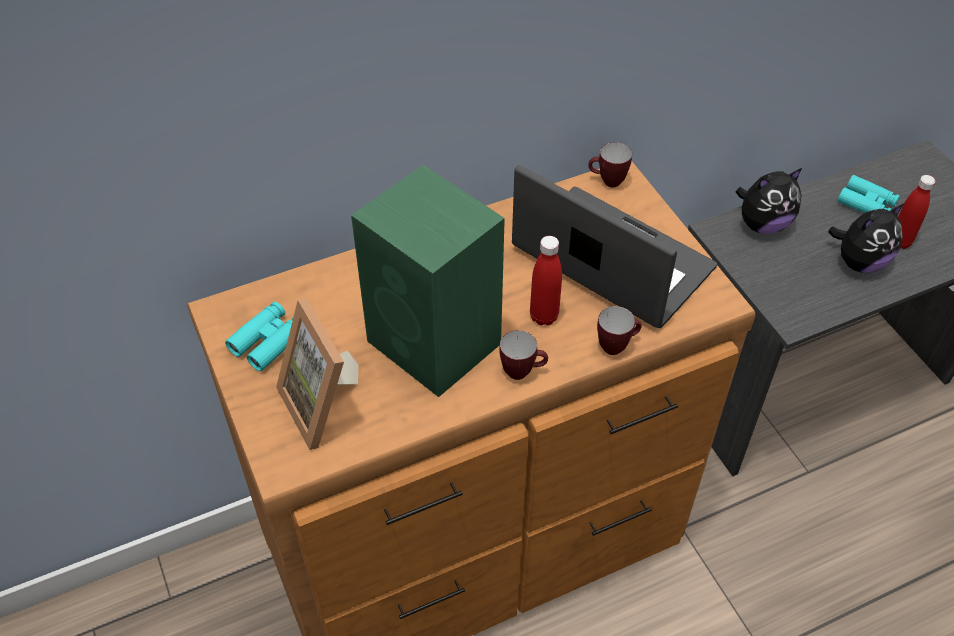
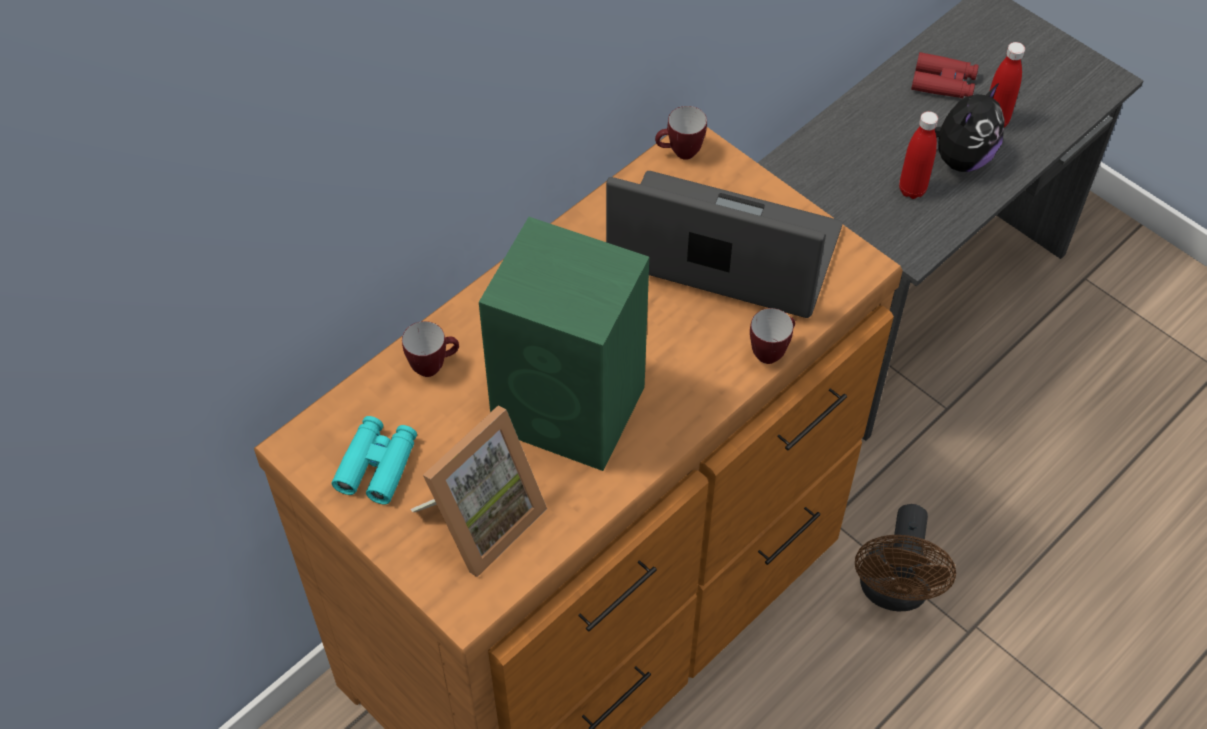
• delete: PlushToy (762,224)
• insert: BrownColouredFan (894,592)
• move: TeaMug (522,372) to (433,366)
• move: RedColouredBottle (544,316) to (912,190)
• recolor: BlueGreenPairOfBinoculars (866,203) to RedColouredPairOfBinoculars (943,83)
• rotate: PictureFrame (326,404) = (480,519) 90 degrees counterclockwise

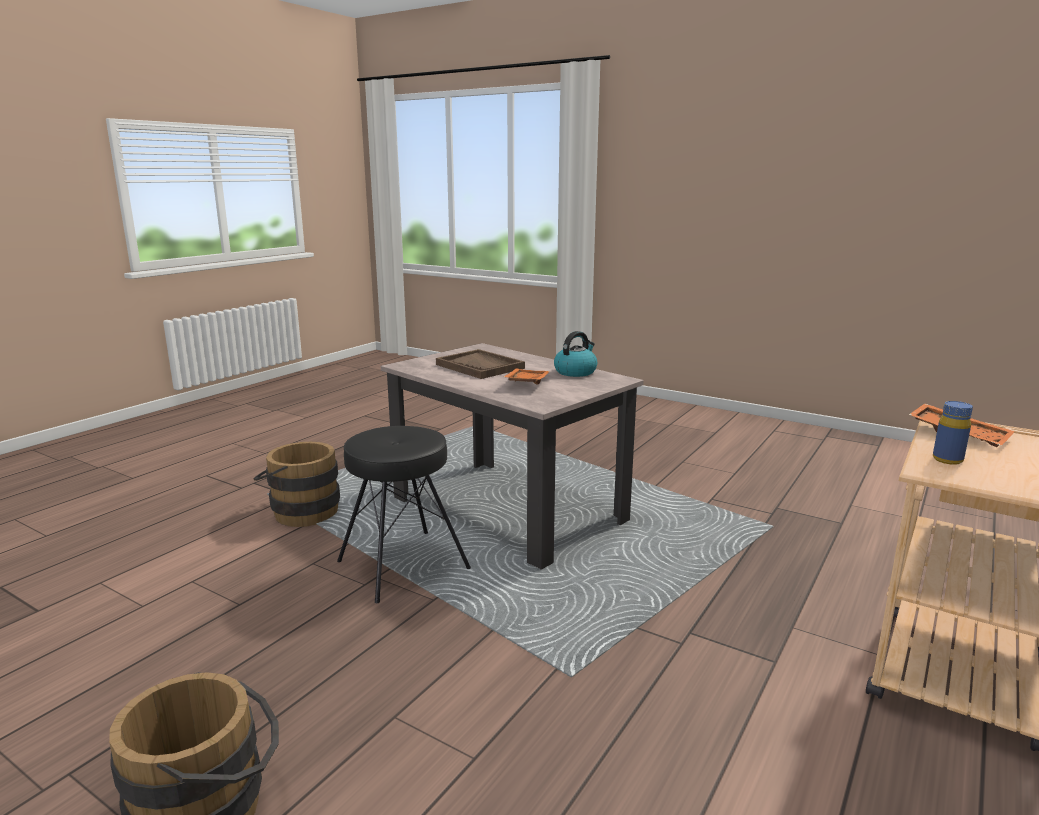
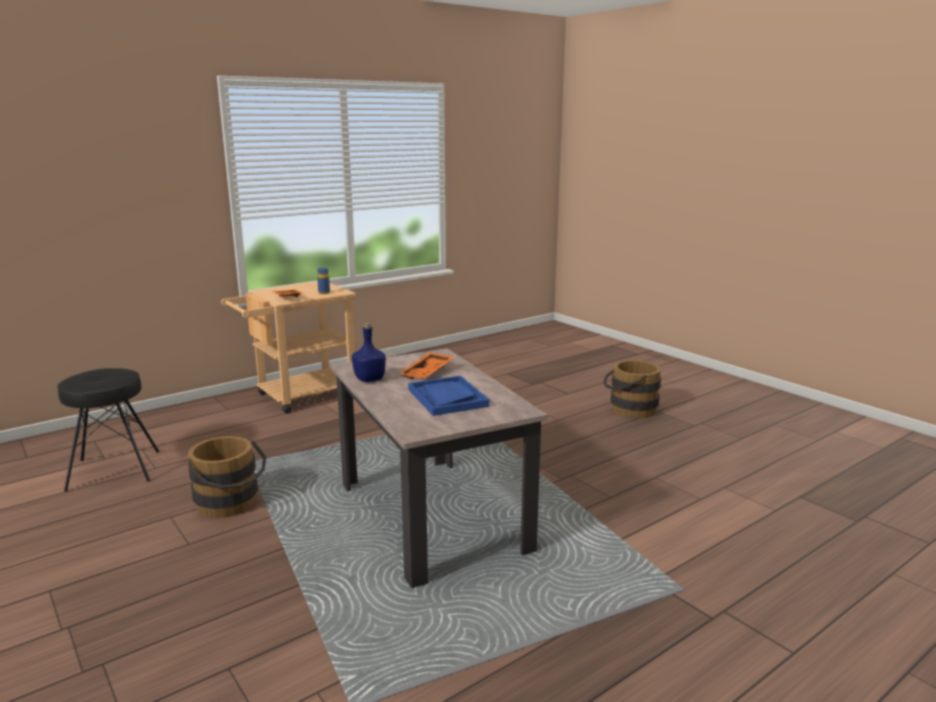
• move: BrownColouredBucket (300,511) to (230,504)
• move: BlackStoolSeat (402,564) to (114,470)
• replace: Kettle (575,372) to BluishBottle (370,379)
• recolor: BrownColouredCarryingTray (480,366) to BluishCarryingTray (447,397)

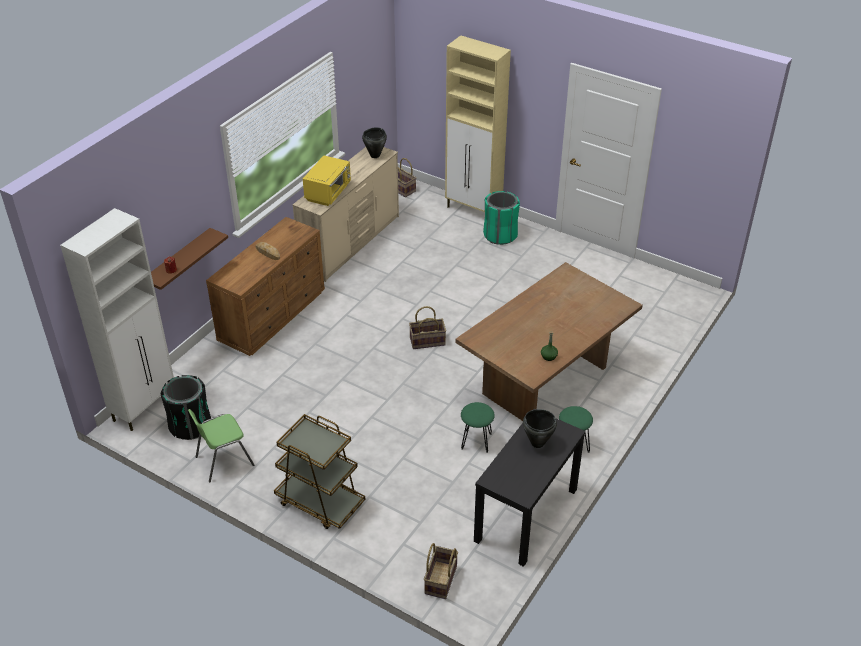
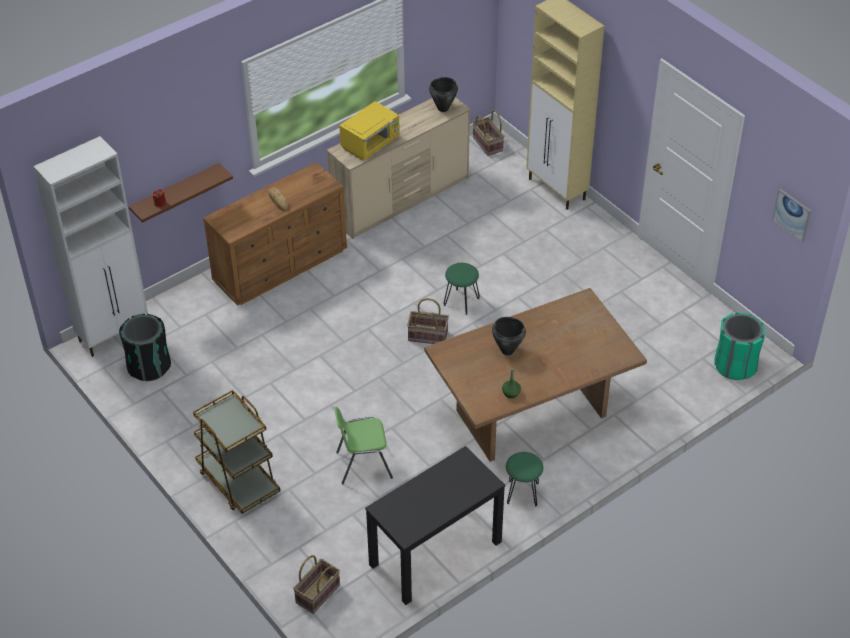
• insert: Picture (792,214)
• move: GreenishUprightChair (223,461) to (363,464)
• move: GreenishStoolSeat (476,441) to (461,301)
• move: GreenishTrashCan (500,235) to (735,365)
• move: BlackStockpot (537,443) to (507,350)

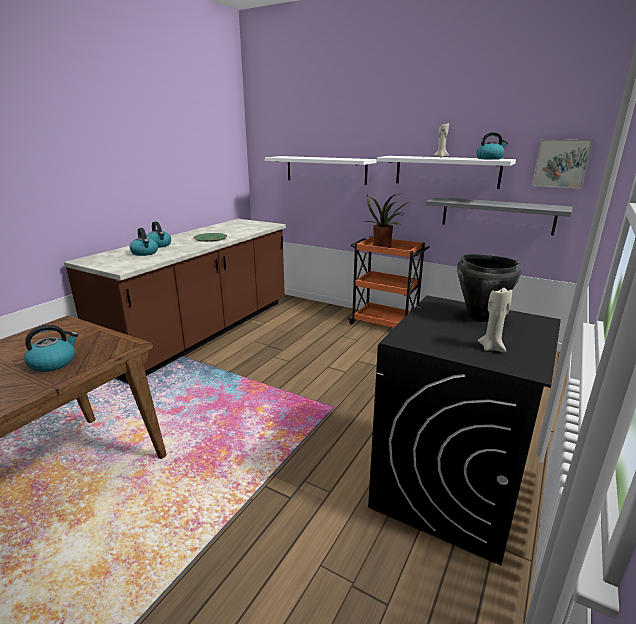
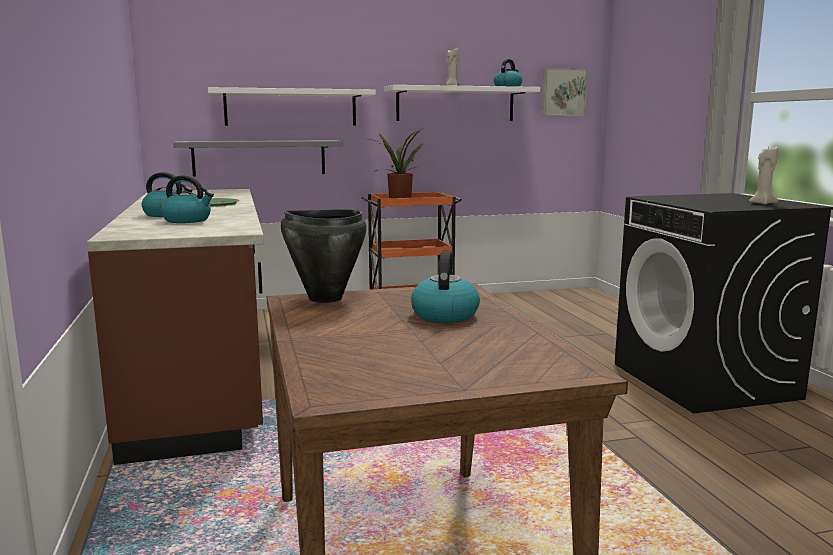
• move: GreyishShelf (497,215) to (259,158)
• move: BlackStockpot (479,317) to (324,298)

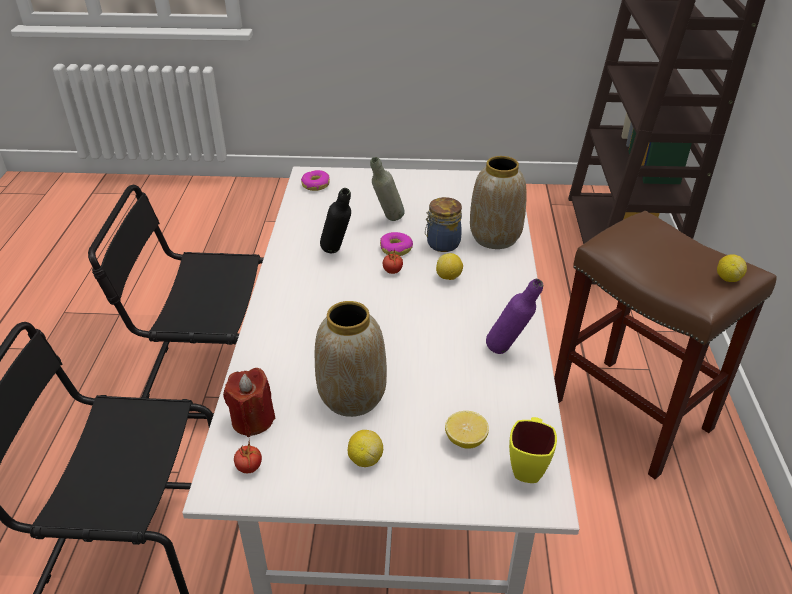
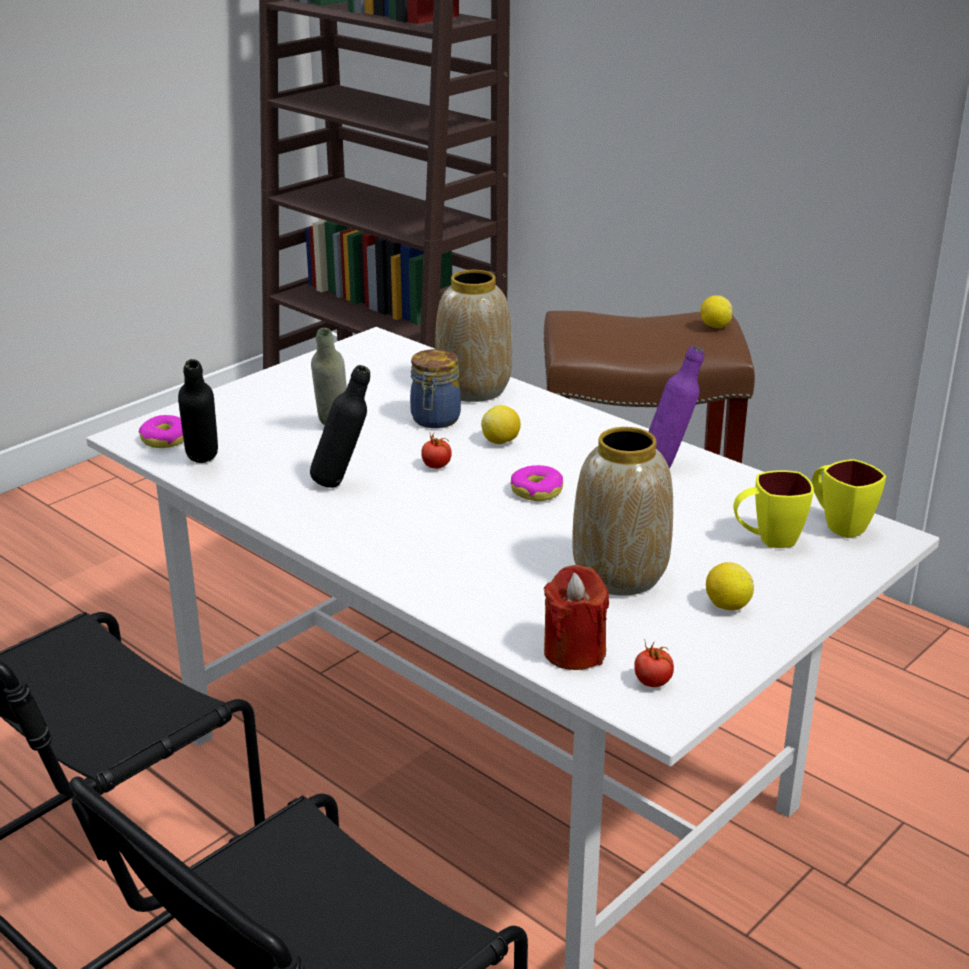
• insert: BlackBottle (203,465)
• move: Donut (396,249) to (537,491)
• replace: Lemon (465,440) to YellowColouredTeaMug (767,540)

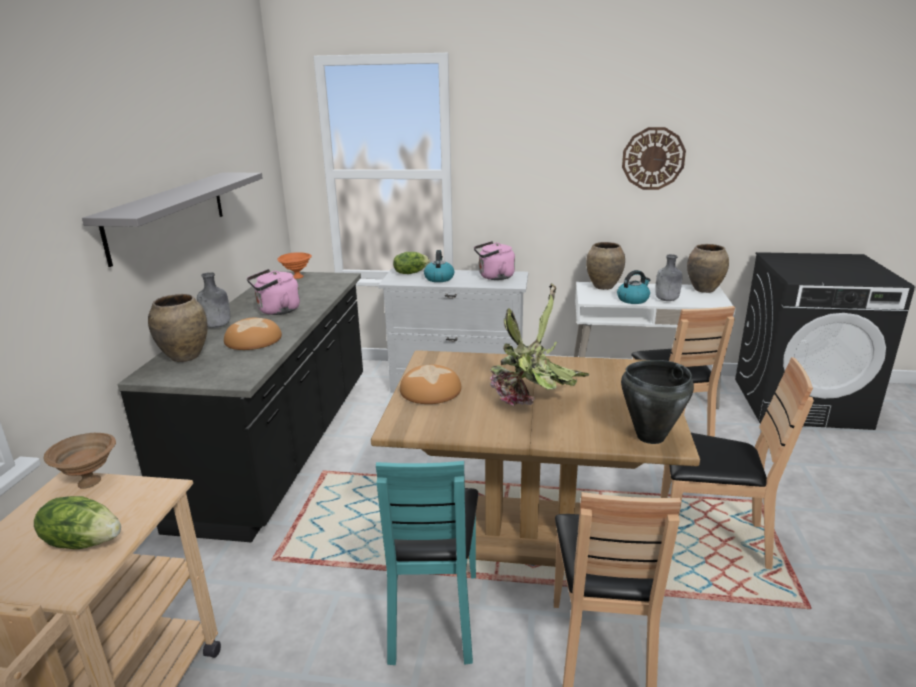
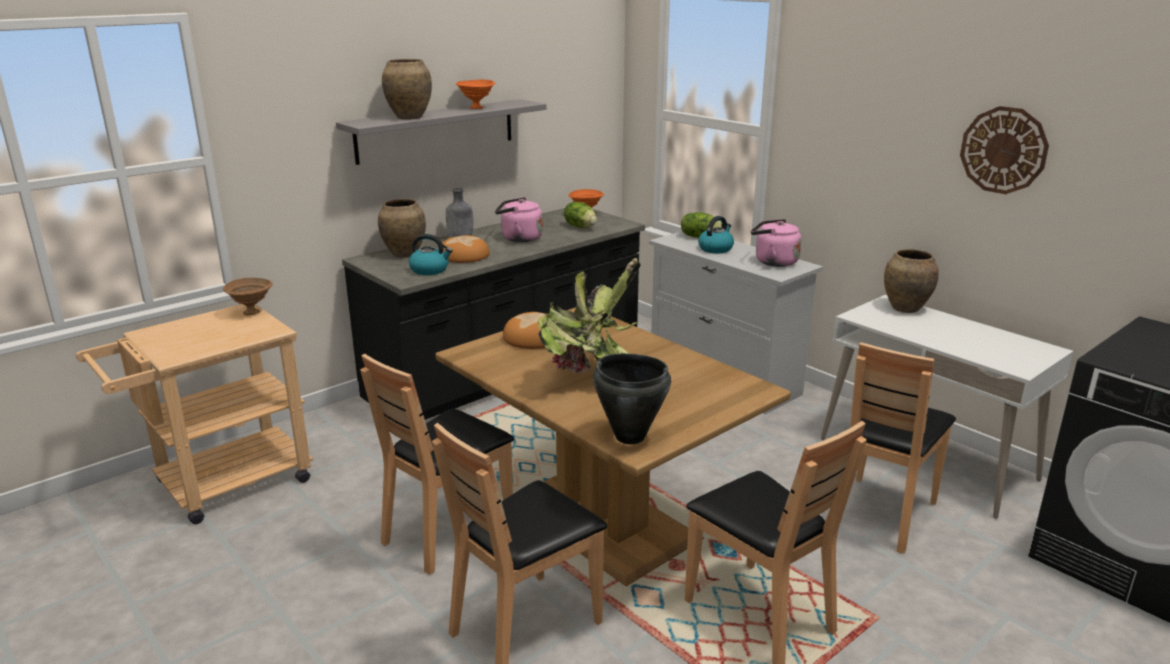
• delete: GreyishBottle (666,300)
• insert: OrangeyDeepDish (477,108)
• move: Lettuce (83,541) to (581,227)
• move: Kettle (633,299) to (430,270)
• move: BrownColouredDecorativeVase (704,290) to (409,117)
• recolor: BlueGreenUprightChair (432,614) to BrownColouredUprightChair (448,532)

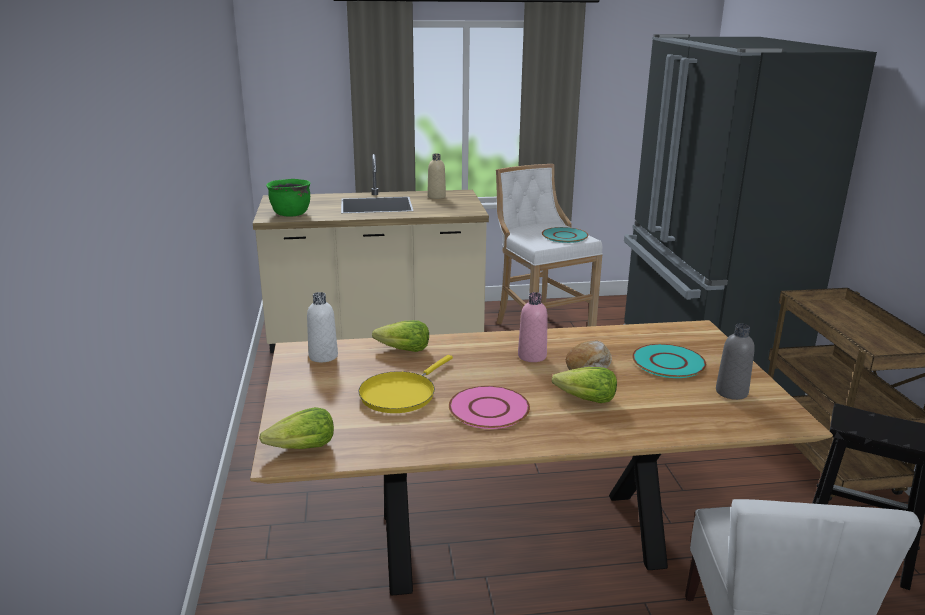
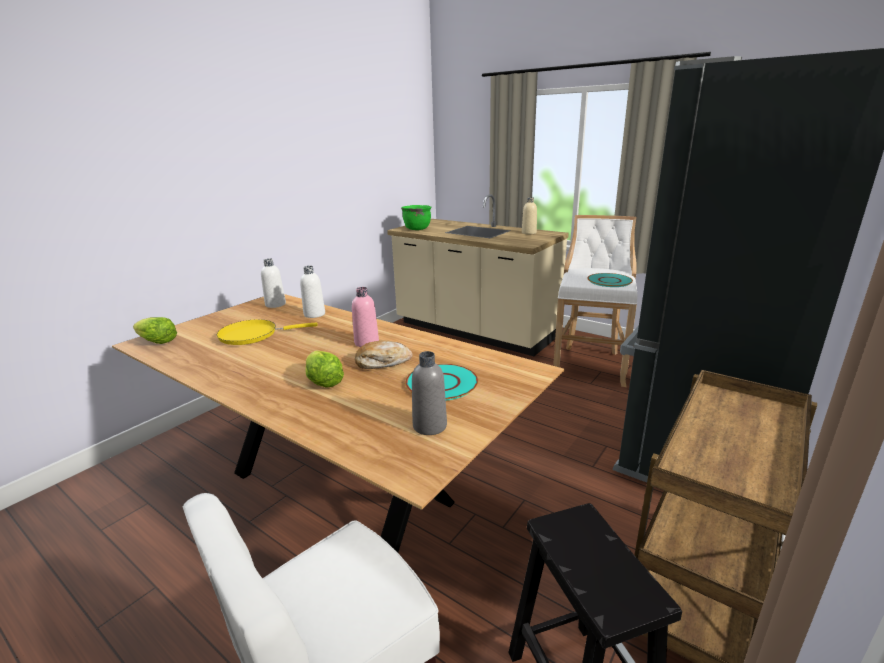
• delete: PinkDinnerPlate (488,408)
• replace: Lettuce (403,350) to WhiteColouredBottle (314,314)

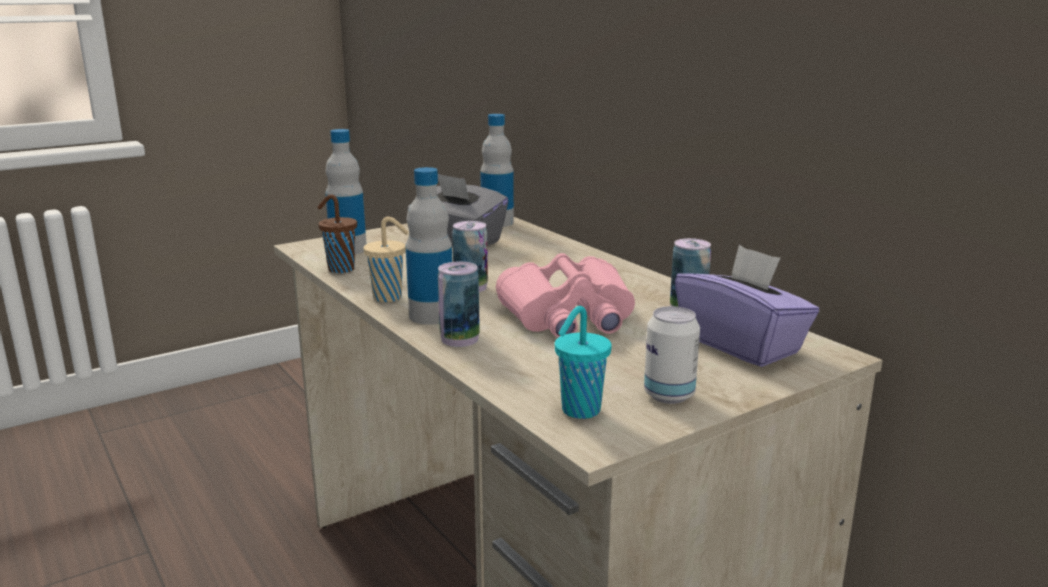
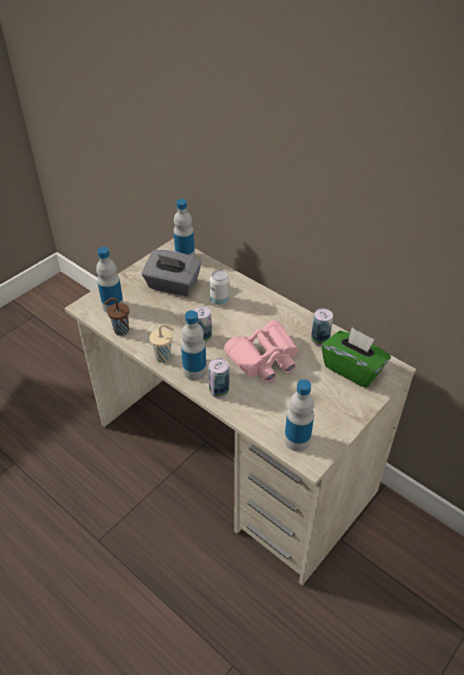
• move: Can (669,395) to (219,300)
• replace: BlueGreenDrinkingCup (579,411) to Bottle (297,440)
• recolor: PurplishTissueHolder (741,345) to GreenishTissueHolder (352,369)

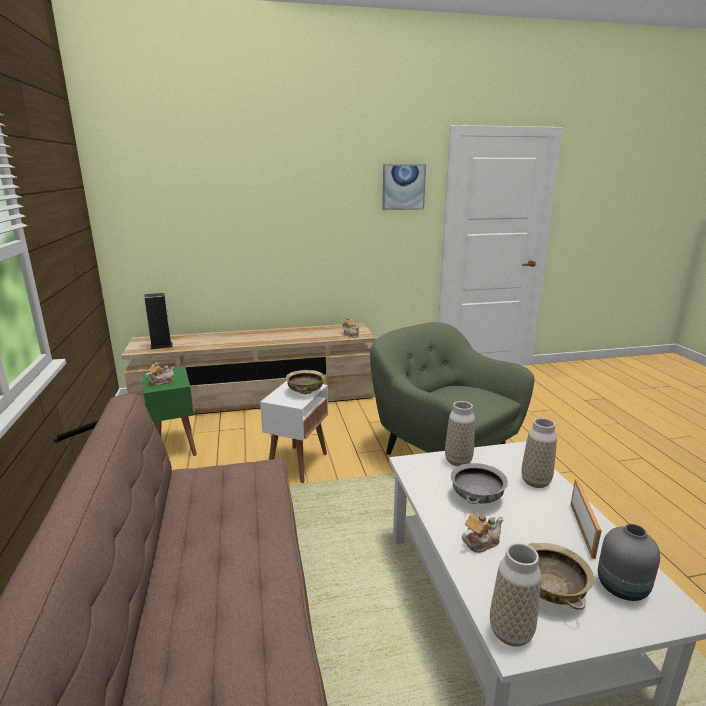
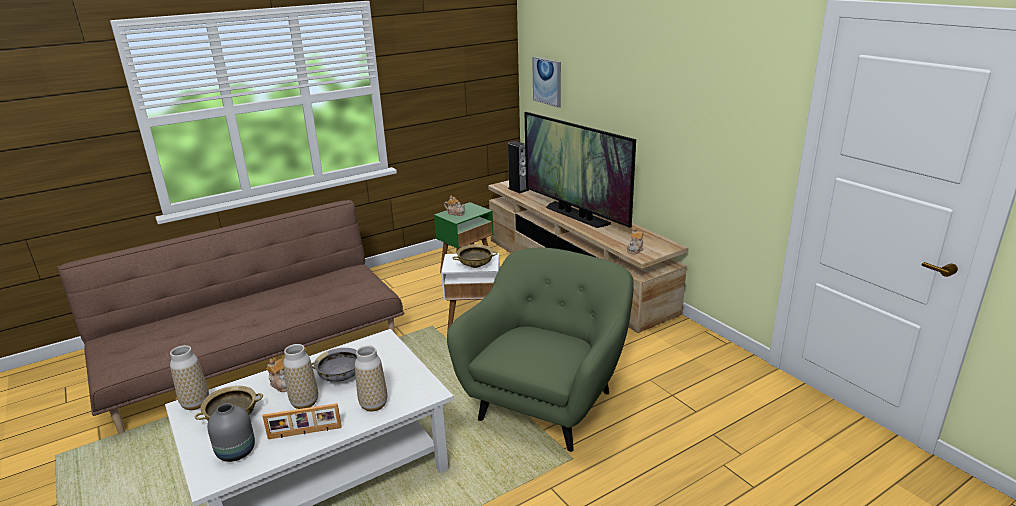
• insert: Television (576,215)
• move: Picture (403,187) to (547,81)
• move: DecorativeVase (458,461) to (305,403)

